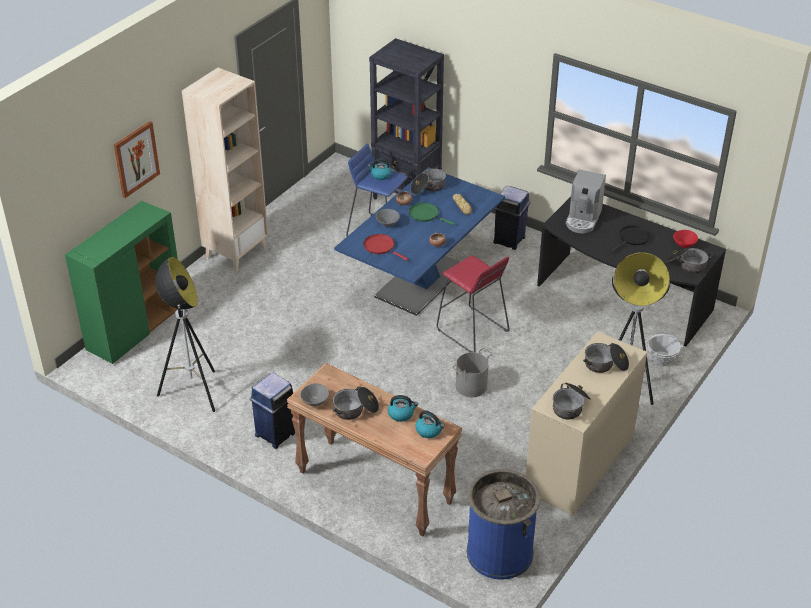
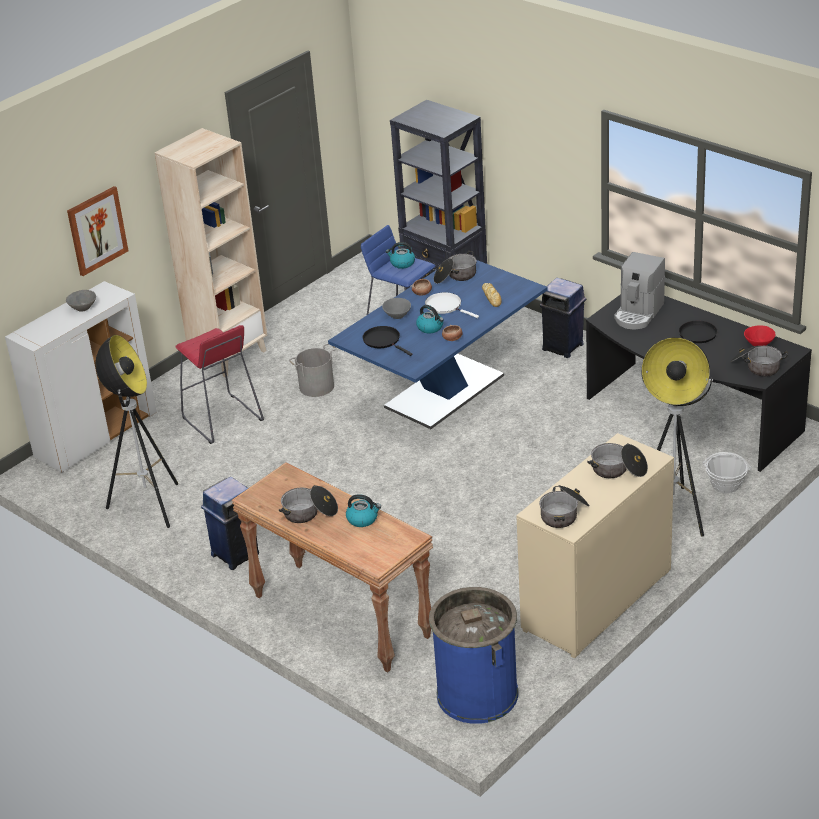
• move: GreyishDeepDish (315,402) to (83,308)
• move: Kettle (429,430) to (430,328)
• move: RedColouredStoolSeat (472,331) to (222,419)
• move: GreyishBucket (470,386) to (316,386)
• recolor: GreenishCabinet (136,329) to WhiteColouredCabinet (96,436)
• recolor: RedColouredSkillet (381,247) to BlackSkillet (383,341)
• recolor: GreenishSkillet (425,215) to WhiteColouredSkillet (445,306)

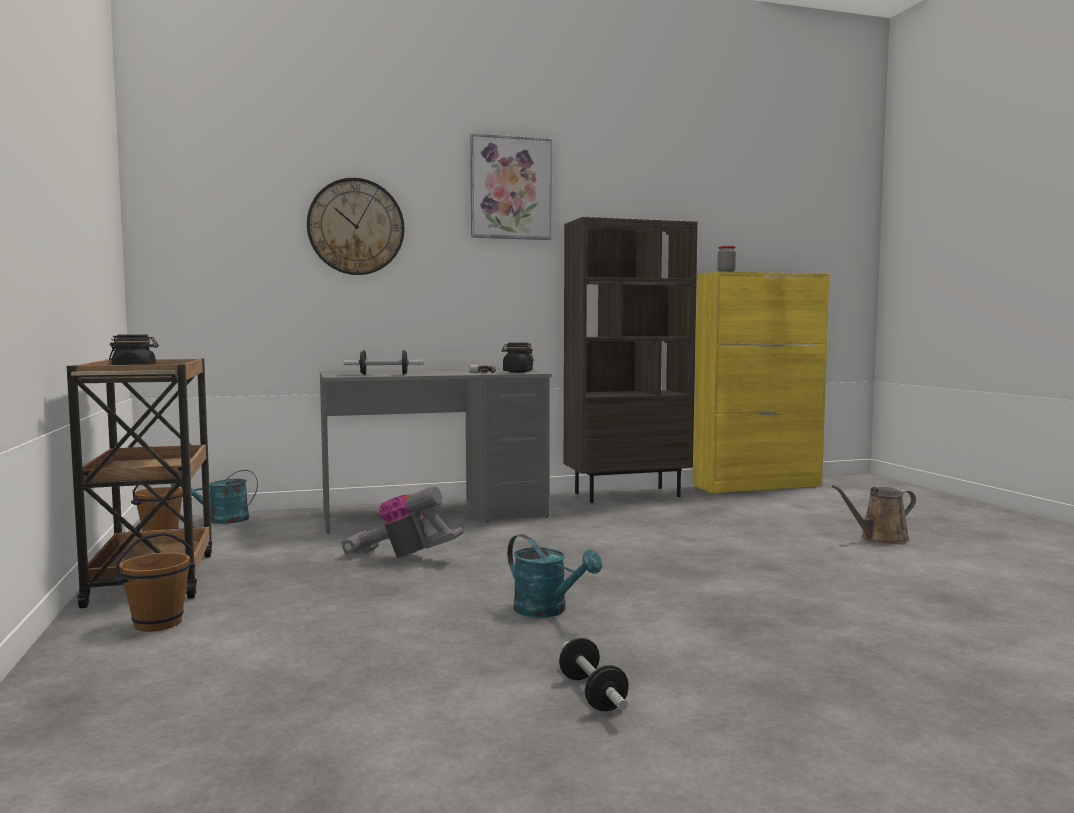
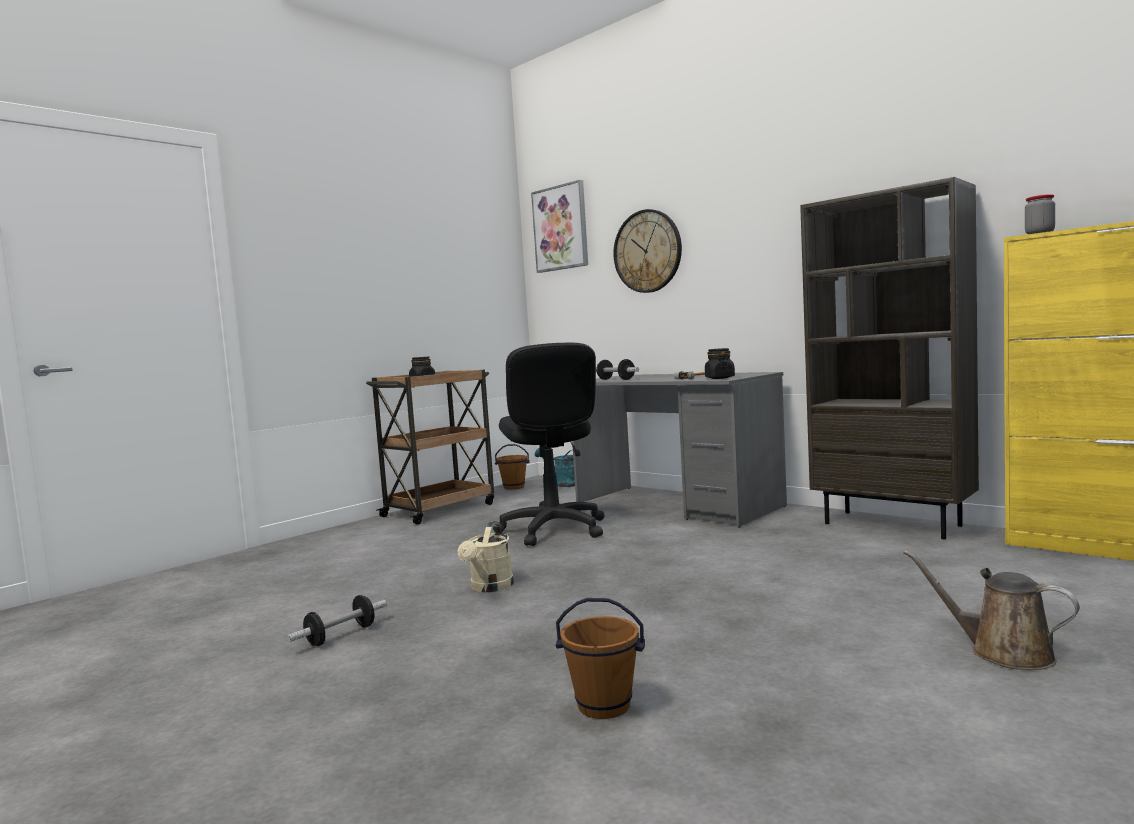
• move: BrownColouredBucket (158,623) to (604,705)
• move: Picture (510,188) to (561,228)
• replace: Vacuum (402,557) to BlackOfficeChair (553,530)
• recolor: BlueGreenWateringPot (548,611) to SandColouredWateringPot (489,587)

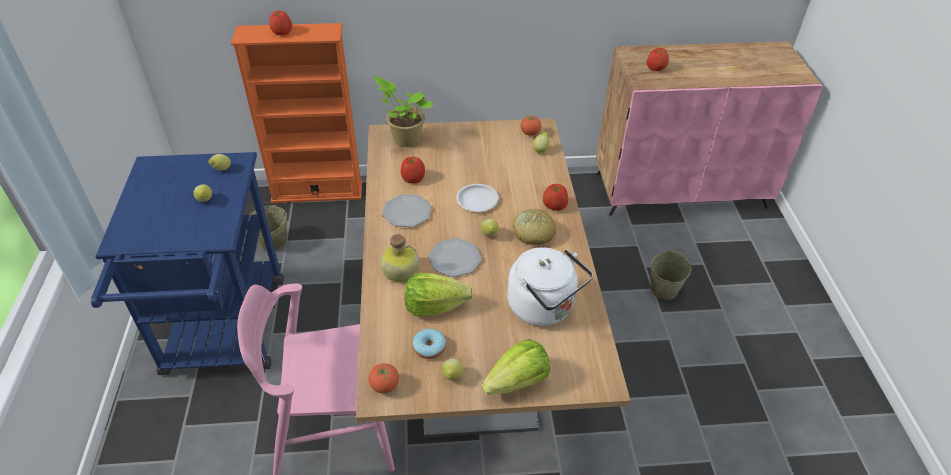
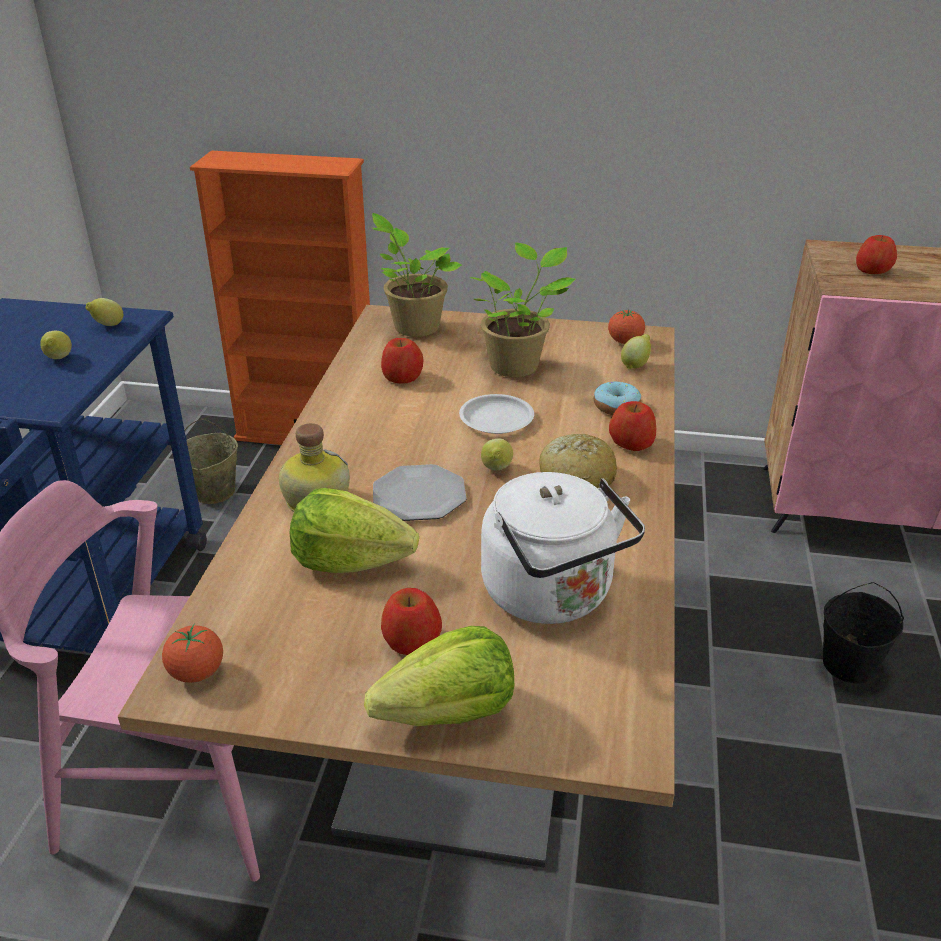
• delete: DinnerPlate (407,212)
• delete: Lemon (452,377)
• insert: Houseplant (517,365)
• move: AppleFruit (282,32) to (412,640)
• move: Donut (429,347) to (616,406)
• recolor: SandColouredBucket (664,288) to BlackBucket (849,664)

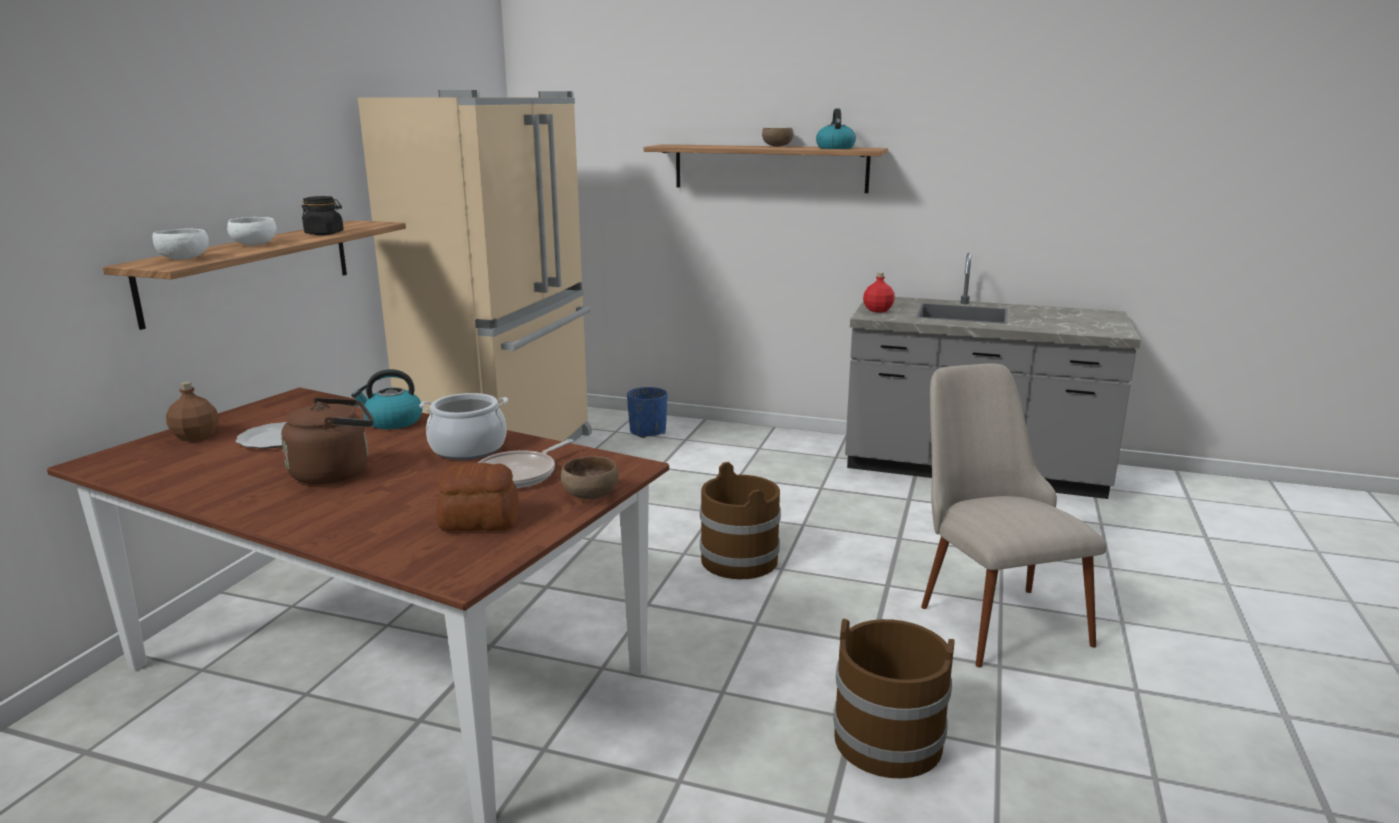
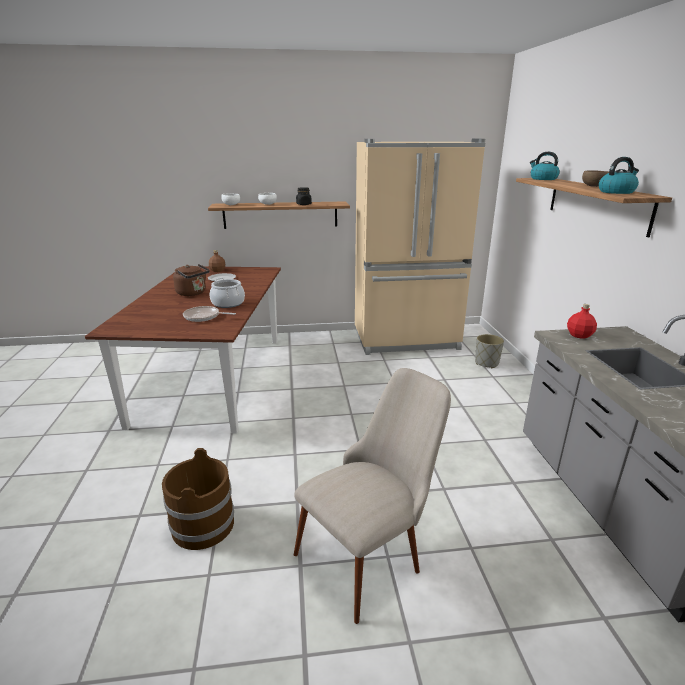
• delete: BakedBread (479,521)
• delete: BrownColouredDeepDish (589,495)
• delete: BrownColouredBucket (740,560)
• move: Kettle (392,422) to (543,179)
• recolor: BluishPlantPot (648,432) to GreyishPlantPot (487,363)

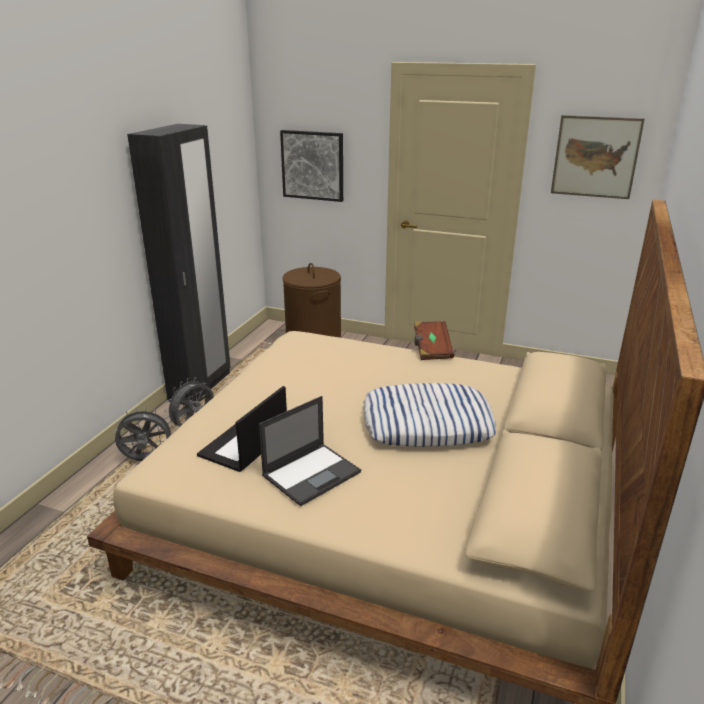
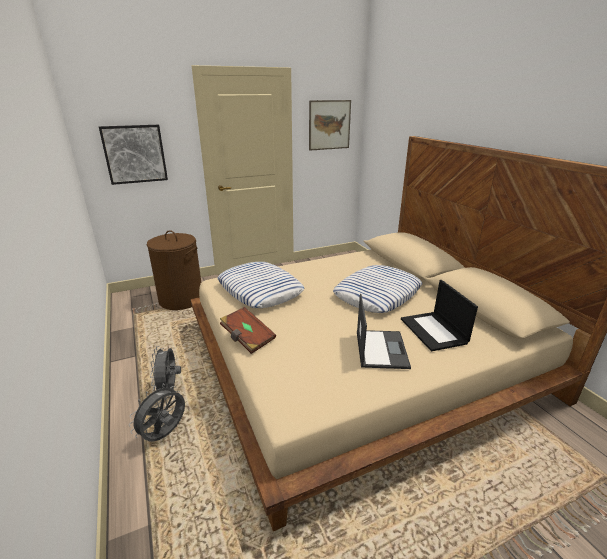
• delete: BlackClothesCupboard (201,387)
• insert: Pillow (260,290)
• move: NotebookComputer (244,445) to (434,331)
• move: BrownColouredVolume (431,349) to (247,338)

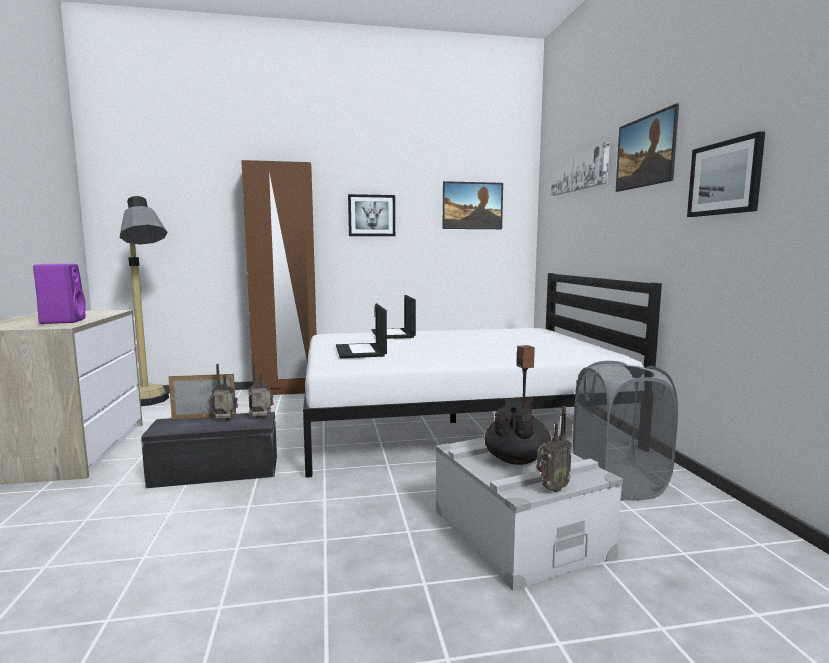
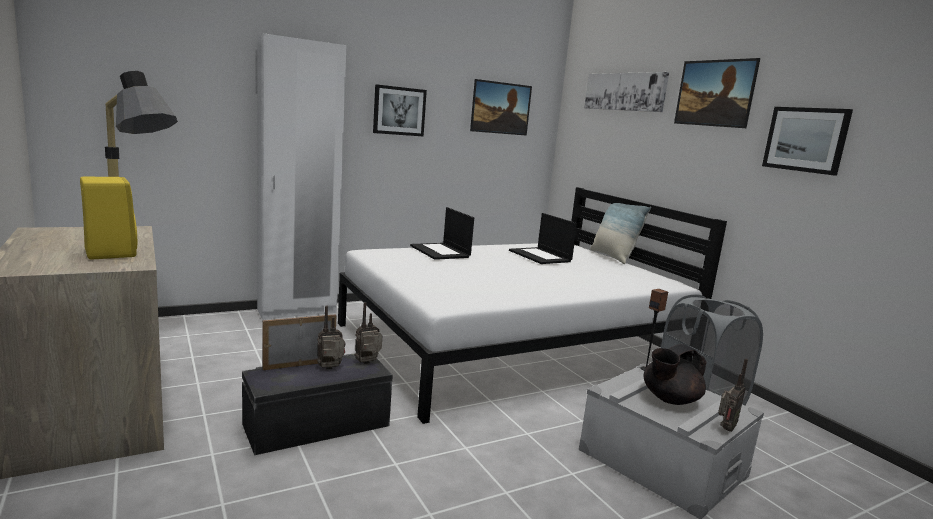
• insert: Pillow (613,257)
• move: NotebookComputer (361,351) to (540,256)
• recolor: PurplishLoudspeaker (63,321) to YellowColouredLoudspeaker (109,253)
• recolor: BrownColouredClothesCupboard (286,391) to WhiteColouredClothesCupboard (297,311)
• rotate: BlackTeaPot (516,459) = (669,399) 120 degrees counterclockwise

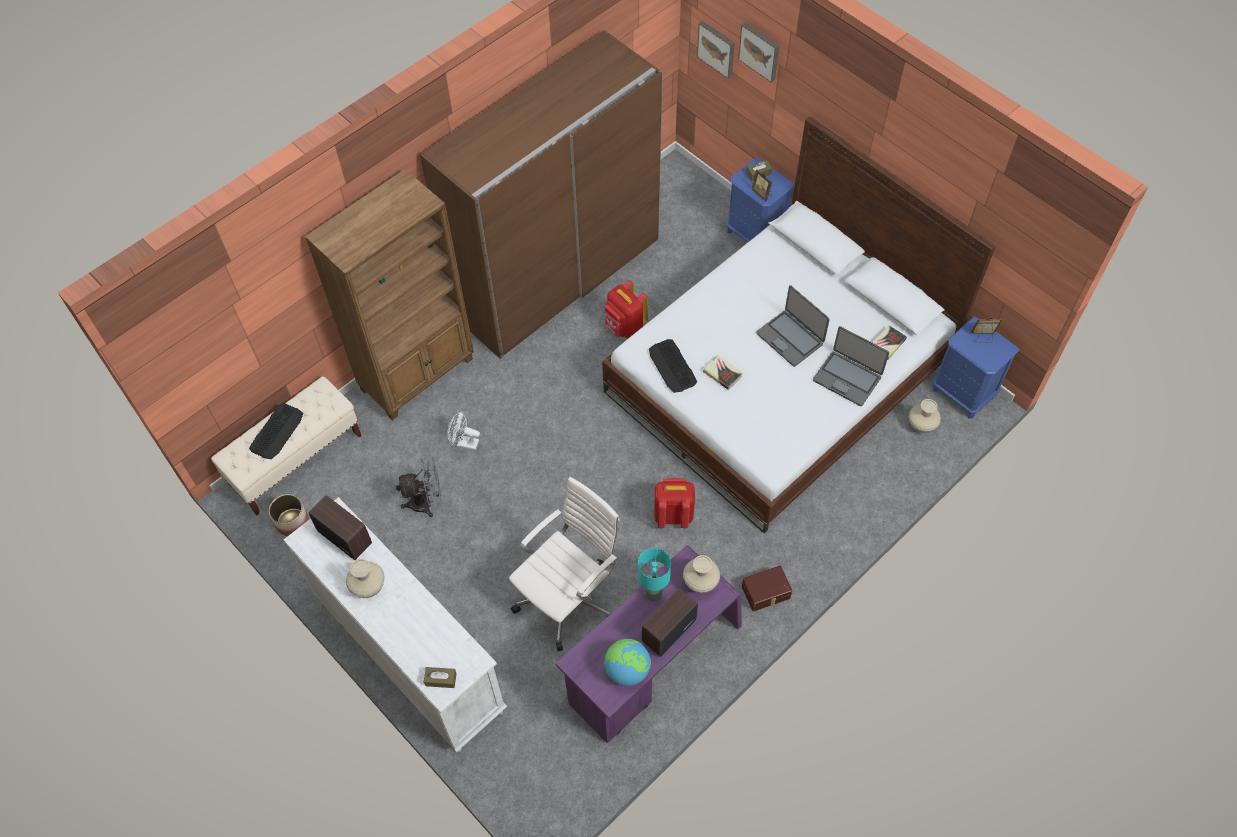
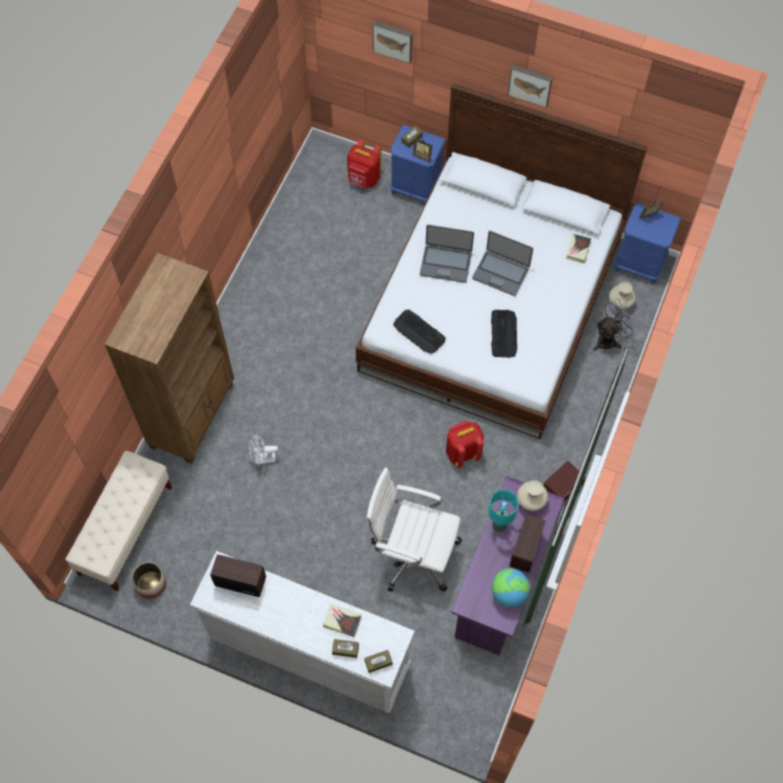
• delete: SandColouredDecorativeVase (368,586)
• delete: BrownColouredClothesCupboard (558,277)
• insert: BrownColouredTissueHolder (345,649)
• move: ComputerKeyboard (277,431) to (503,333)
• move: GreyishFan (426,502) to (610,339)
• move: RedColouredRucksack (625,327) to (364,179)
• move: Picture (717,48) to (530,84)
• move: Volume (722,374) to (342,621)
• move: NotebookComputer (847,378) to (446,263)
• rotate: WhiteColouredOfficeChair (569,597) = (413,553) 90 degrees counterclockwise

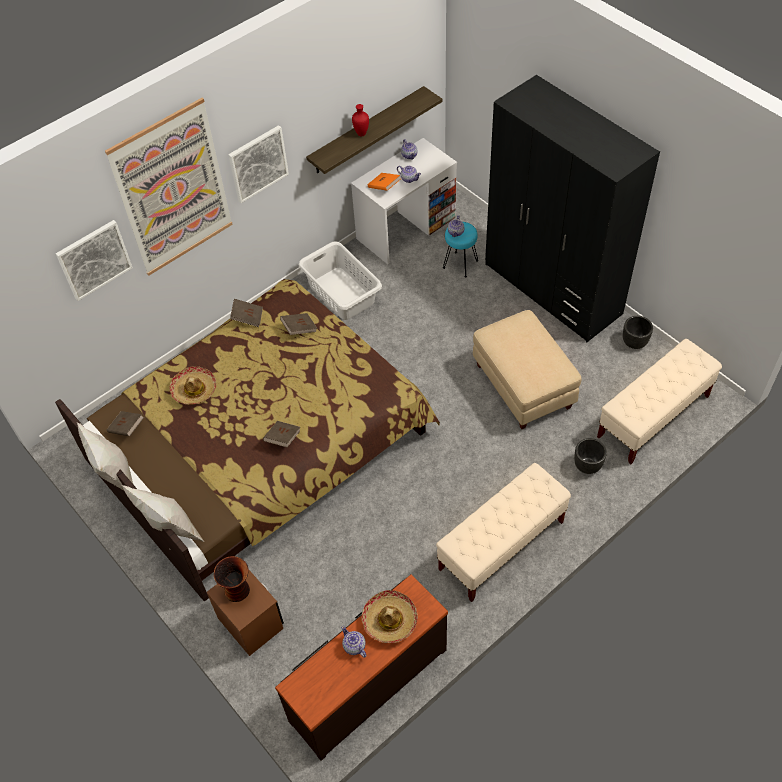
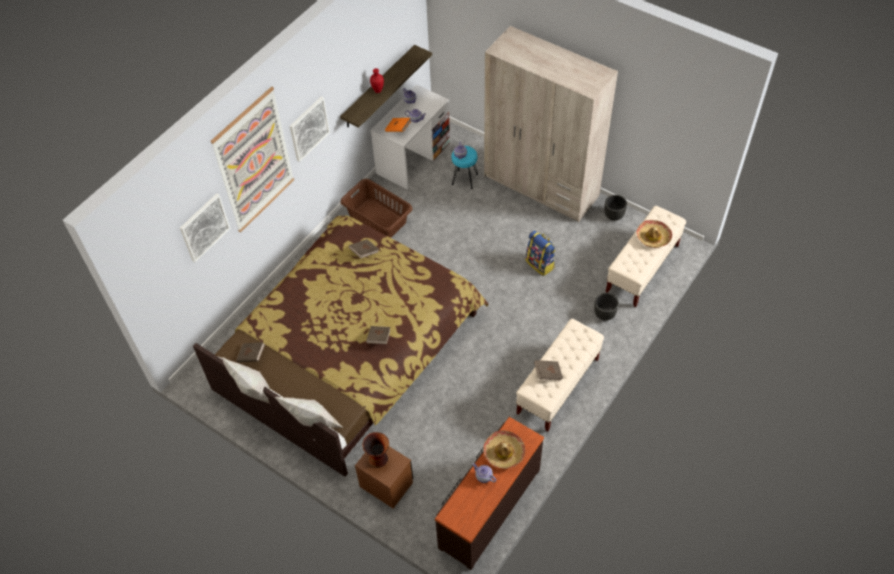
• move: WearableHat (194,390) to (653,237)
• move: BrownColouredVolume (247,317) to (548,373)
• replace: SandColouredOttoman (523,385) to Rucksack (540,264)
• recolor: WhiteColouredHamper (342,293) to BrownColouredHamper (378,219)
• recolor: BlackClothesCupboard (552,289) to SandColouredClothesCupboard (541,186)

